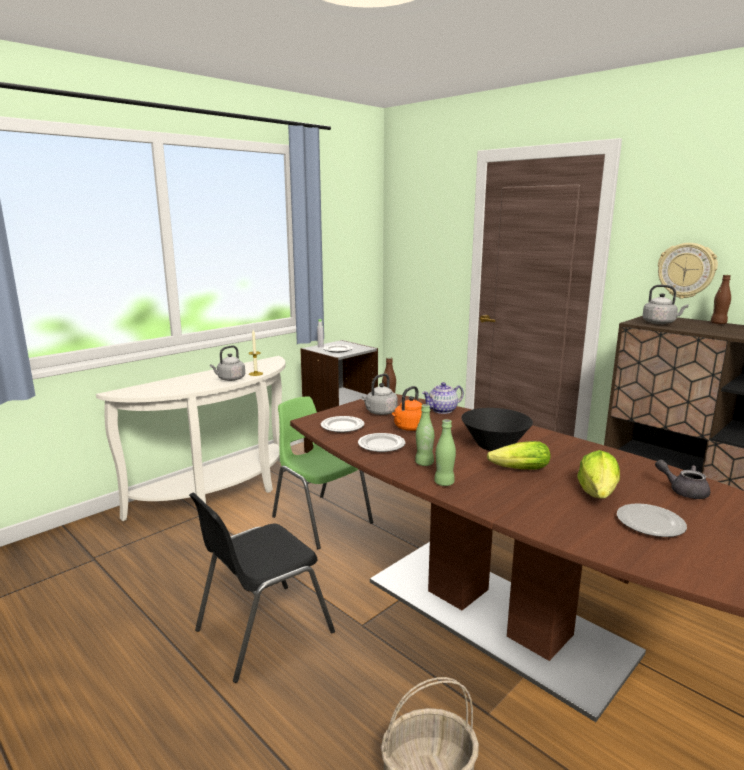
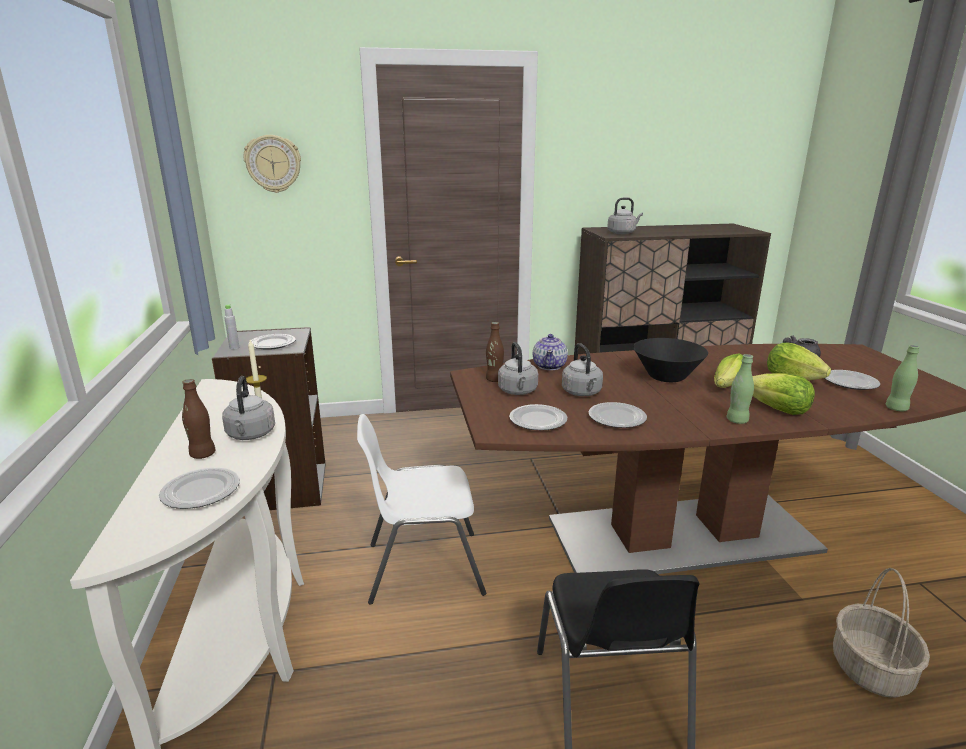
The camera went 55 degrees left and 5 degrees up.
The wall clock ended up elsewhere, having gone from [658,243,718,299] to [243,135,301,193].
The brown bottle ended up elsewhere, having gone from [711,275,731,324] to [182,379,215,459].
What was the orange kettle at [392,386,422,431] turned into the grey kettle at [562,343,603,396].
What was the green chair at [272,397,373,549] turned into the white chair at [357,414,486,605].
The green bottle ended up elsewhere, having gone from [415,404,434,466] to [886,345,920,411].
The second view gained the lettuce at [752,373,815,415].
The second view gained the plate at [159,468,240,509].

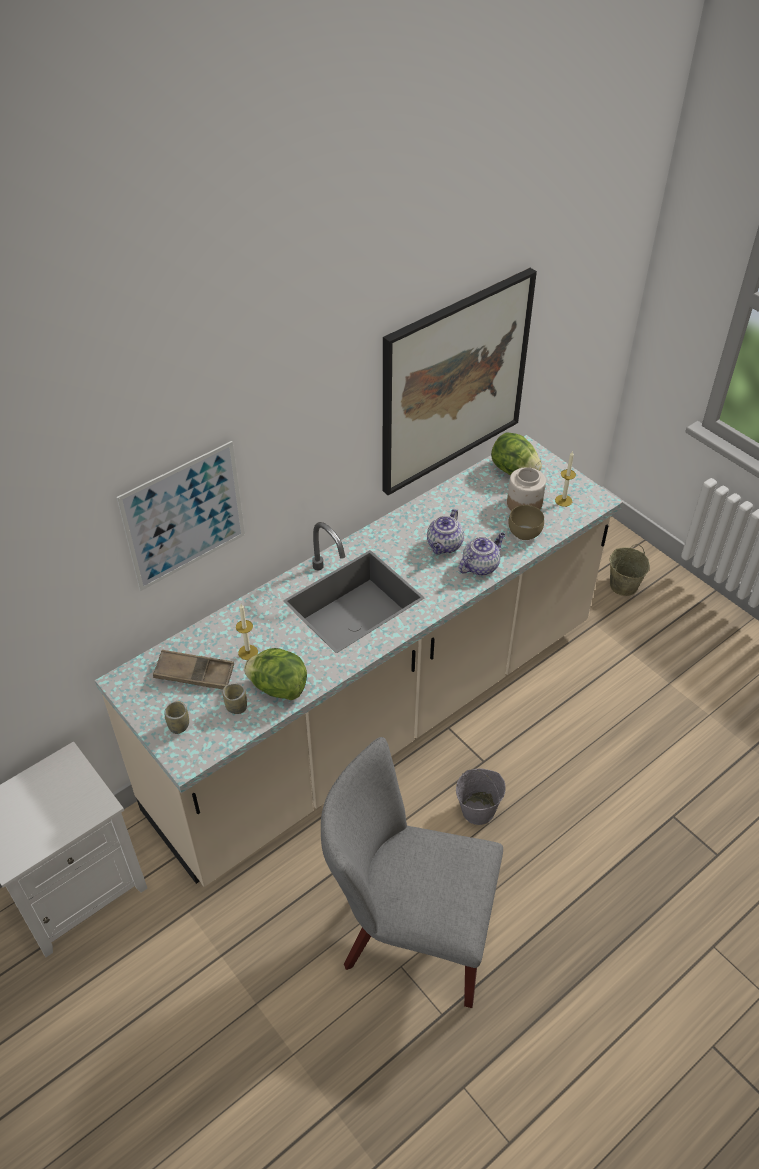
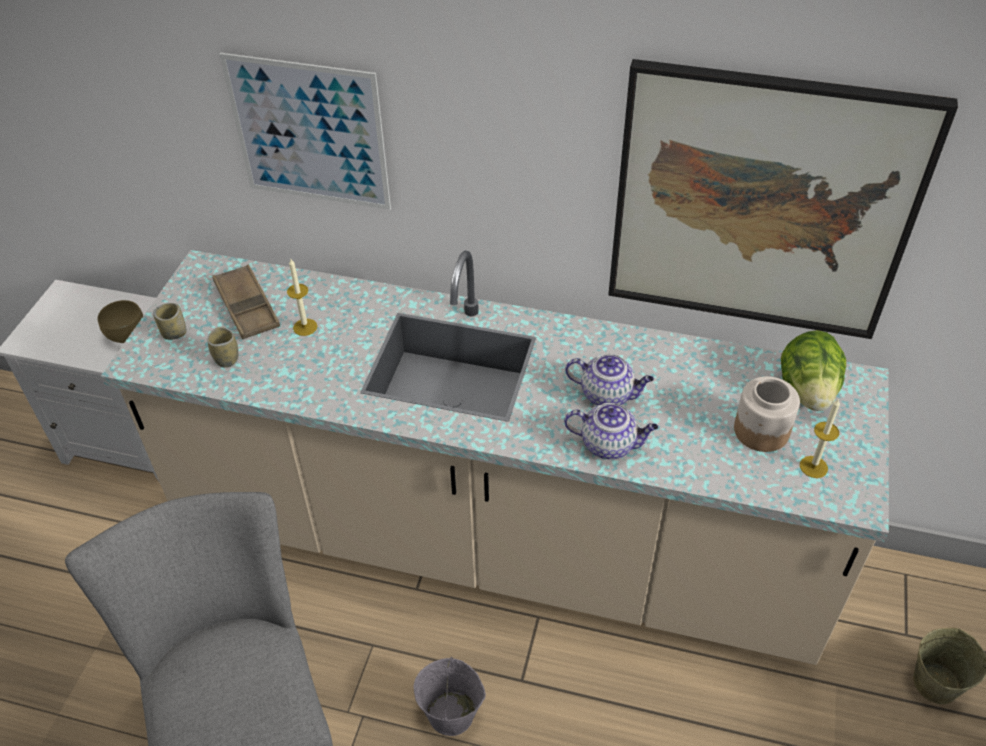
The camera went 55 degrees right and 0 degrees up.
The brown bowl ended up elsewhere, having gone from [508,505,544,540] to [97,300,143,343].
The teapot at [427,509,464,555] ended up facing another way, 150 degrees counterclockwise from before.
The second view lost the lettuce at [244,648,307,700].

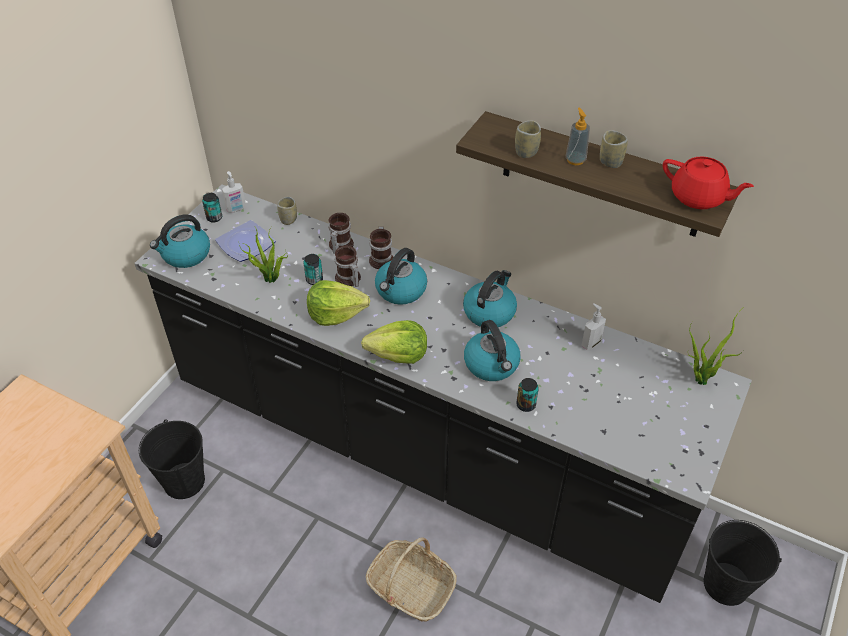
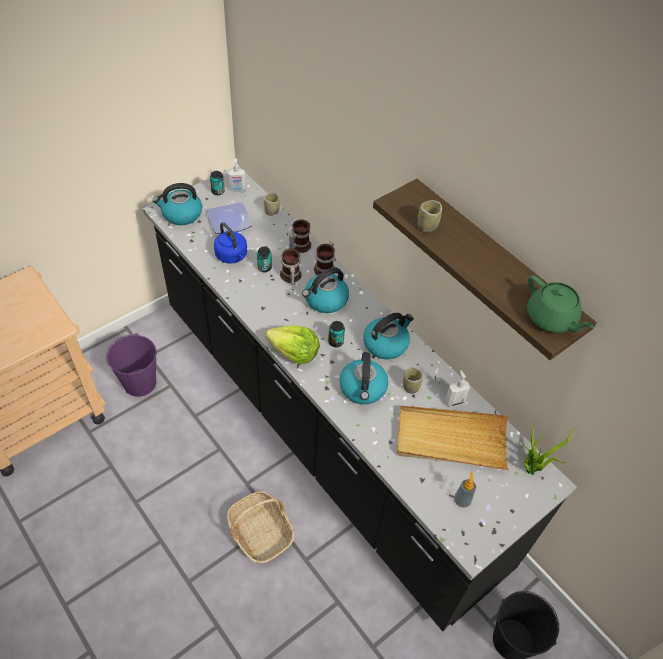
The camera went 20 degrees right and 5 degrees up.
The soap dispenser ended up elsewhere, having gone from [566,108,590,165] to [454,472,476,507].
The cup ended up elsewhere, having gone from [600,130,628,168] to [403,367,423,394].
What was the red teapot at [663,157,754,209] turned into the green teapot at [527,275,594,333].
Where the potted plant stood at [239,227,288,283], the blue kettle came to stand at [214,222,247,264].
The second view lost the lettuce at [307,280,370,326].
The can ended up elsewhere, having gone from [516,378,539,412] to [328,321,345,347].
What was the black bucket at [139,419,205,499] turned into the purple bucket at [106,333,157,397].
The second view gained the beige tray at [396,406,509,470].

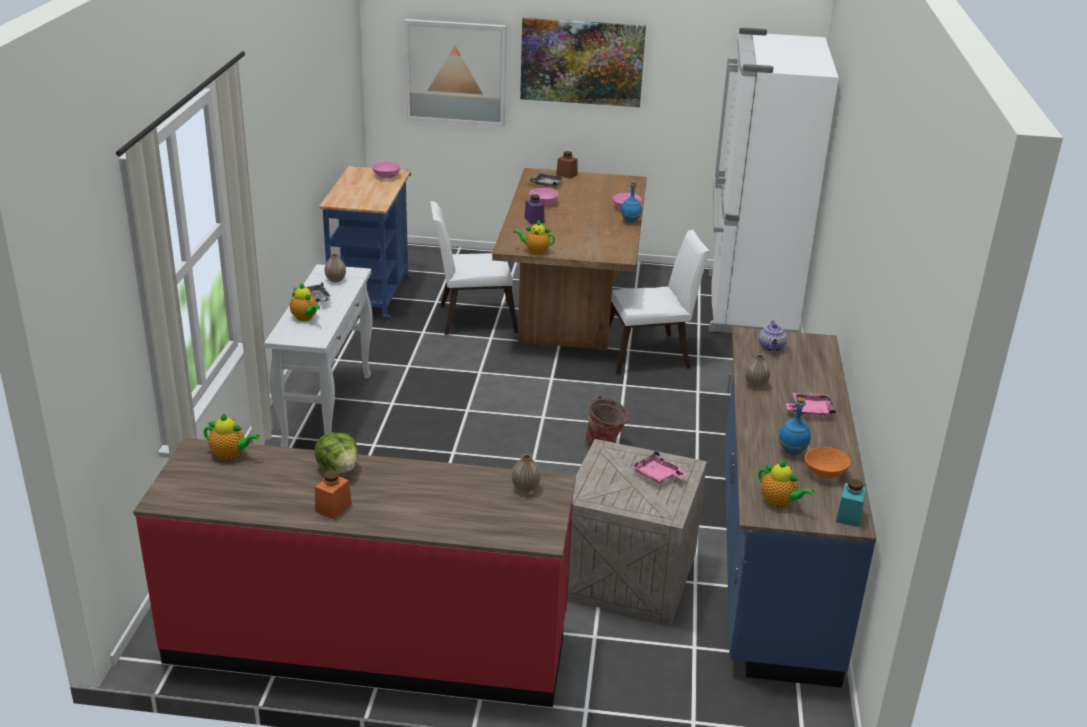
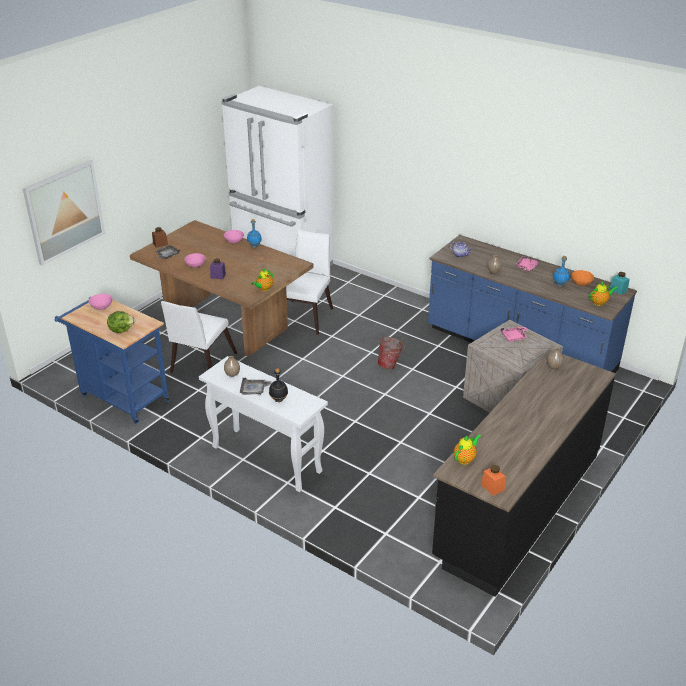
The camera went 60 degrees left and 5 degrees up.
The second view lost the picture at [520,18,646,107].
Where the teapot stood at [290,283,320,321], the black bottle came to stand at [269,368,288,402].
The lettuce ended up elsewhere, having gone from [315,432,359,474] to [107,311,135,333].
What was the red counter at [133,438,576,707] turned into the black counter at [432,349,616,597].
The orange jar ended up elsewhere, having gone from [315,470,352,519] to [481,465,506,496].

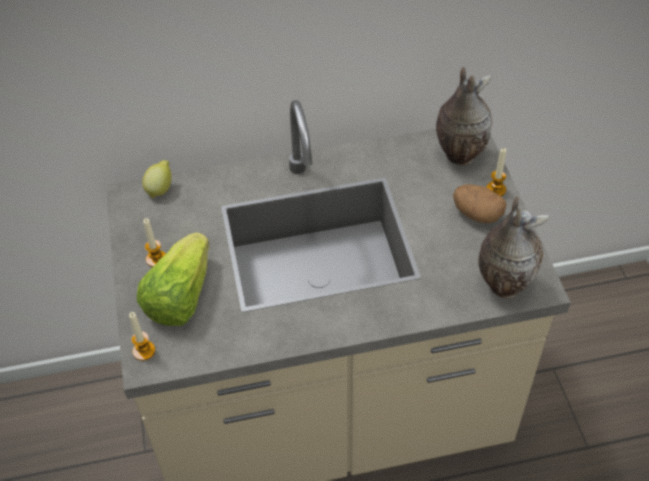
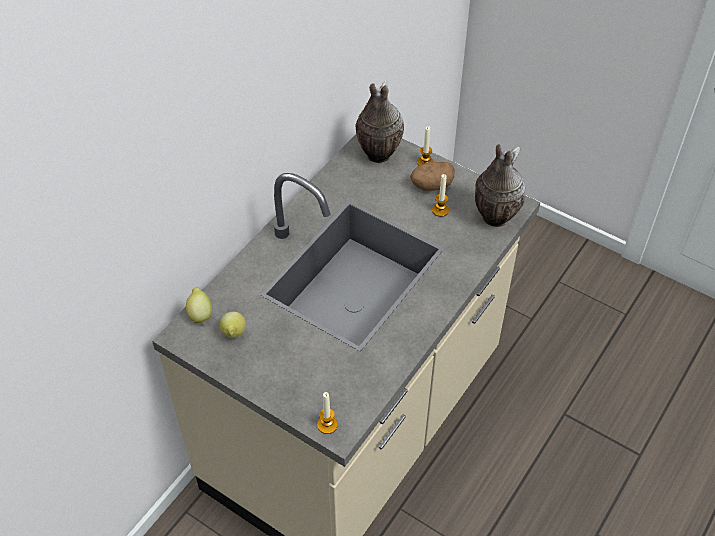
The camera went 45 degrees left and 0 degrees up.
The candle ended up elsewhere, having gone from [143,218,165,267] to [432,174,449,217].
The second view lost the lettuce at [137,232,209,326].
The second view gained the lemon at [220,312,246,338].

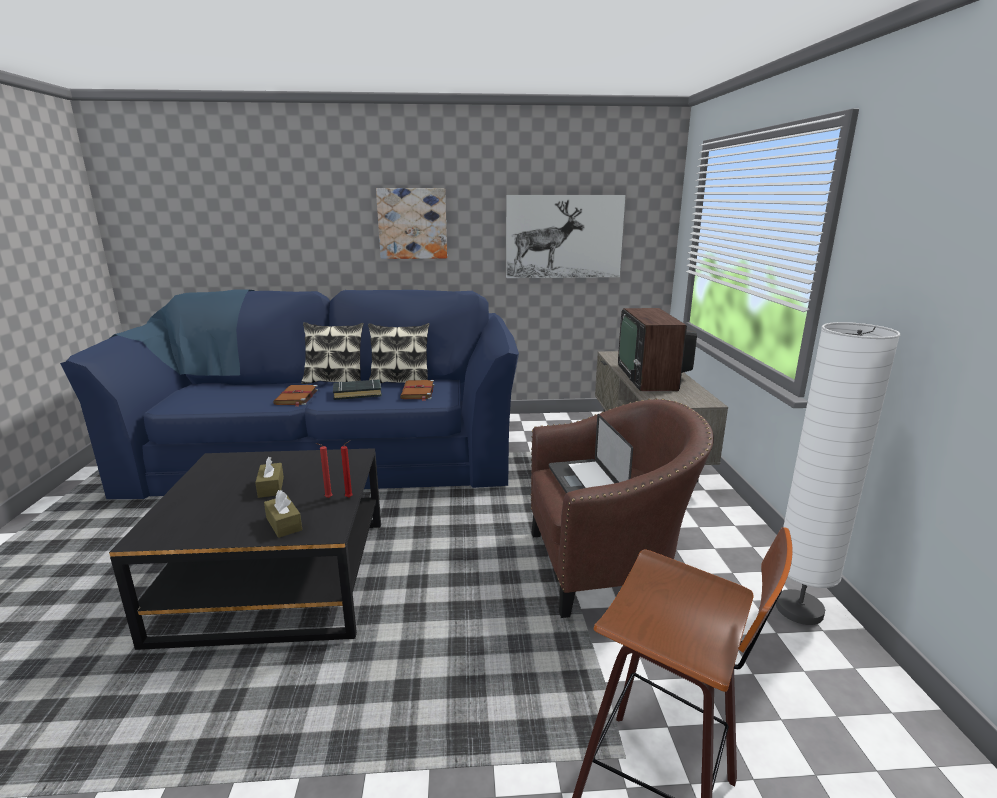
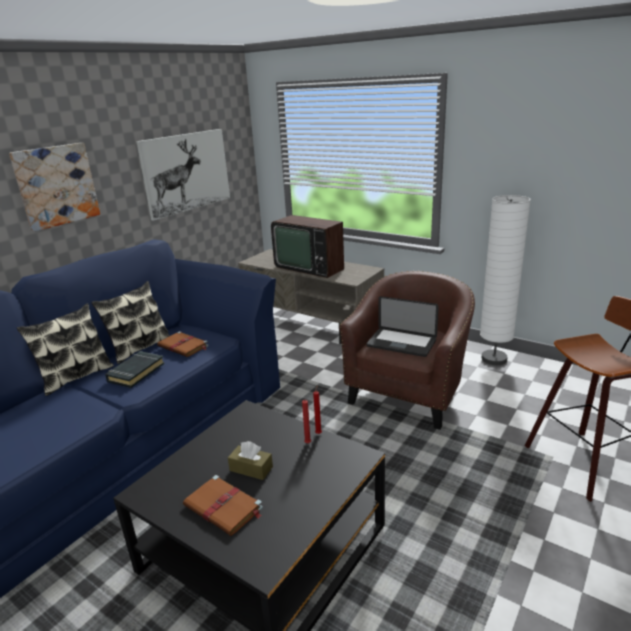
The camera went 50 degrees left and 5 degrees up.
The brown book ended up elsewhere, having gone from [273,385,318,406] to [183,475,263,536].
The second view lost the brown tissue box at [264,490,302,538].

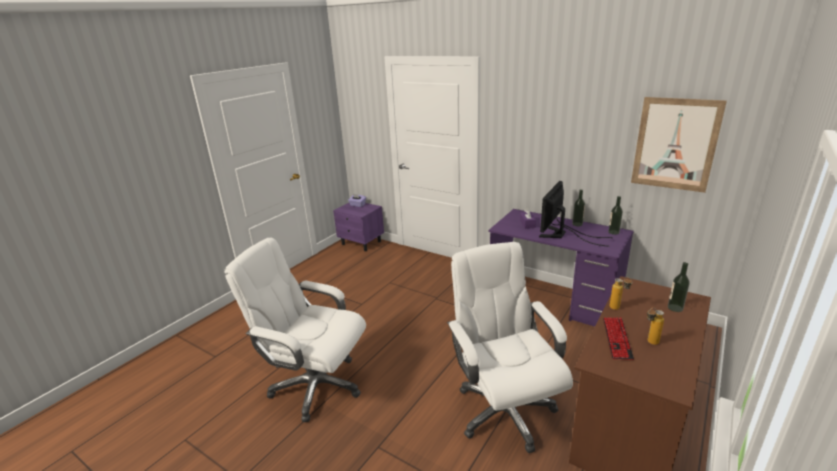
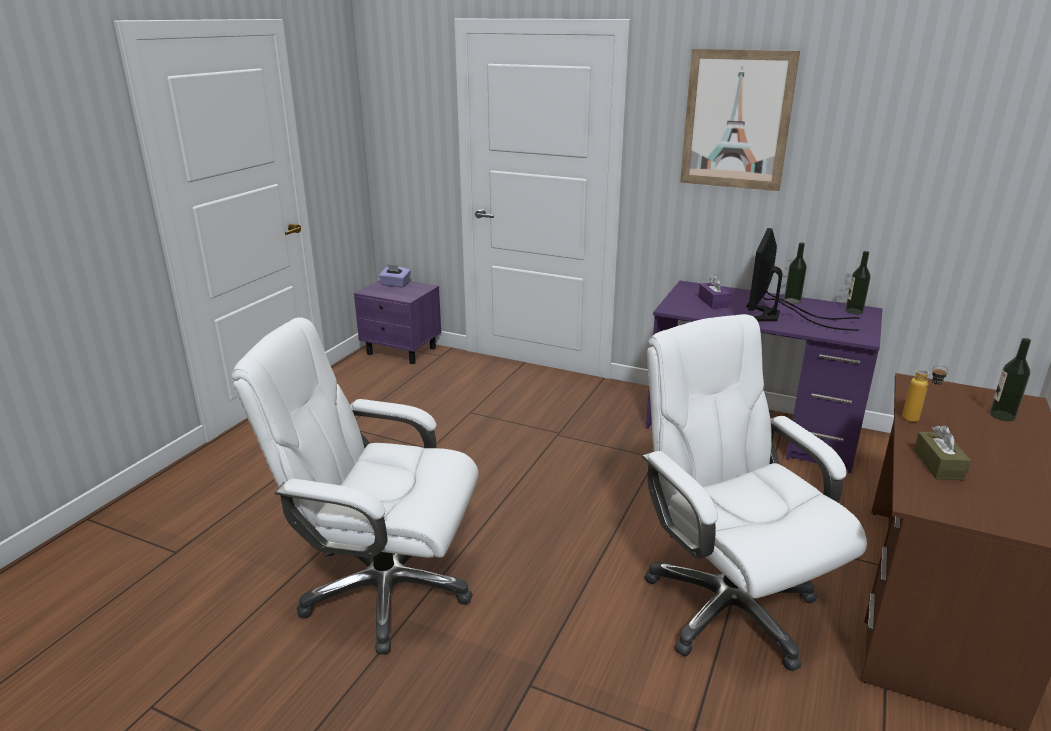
The camera went 10 degrees left and 0 degrees up.
The picture ended up elsewhere, having gone from [631,97,727,193] to [680,49,800,191].
The second view lost the bottle at [647,308,664,345].
Where the keyboard stood at [603,317,634,360], the brown tissue box came to stand at [914,425,971,480].

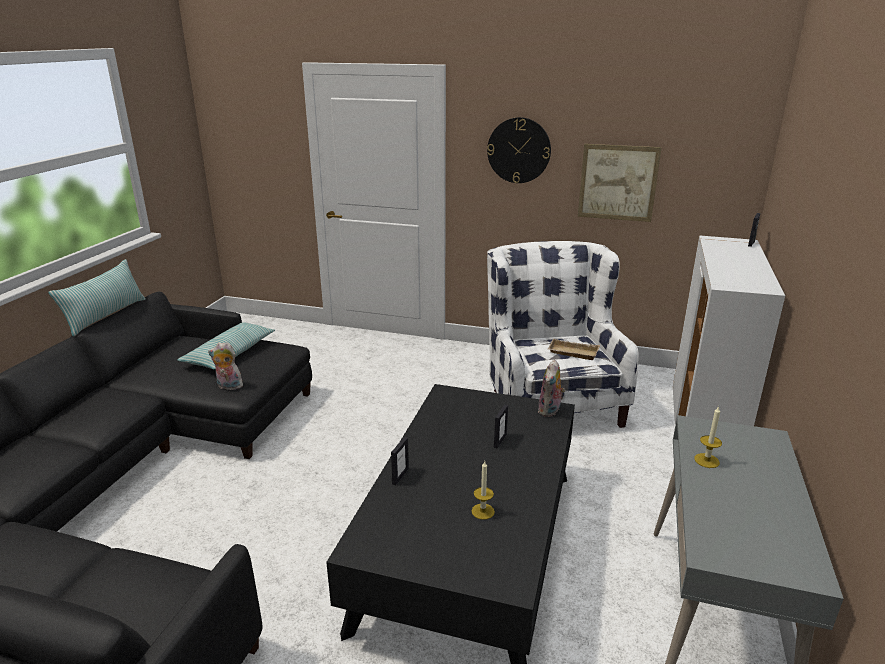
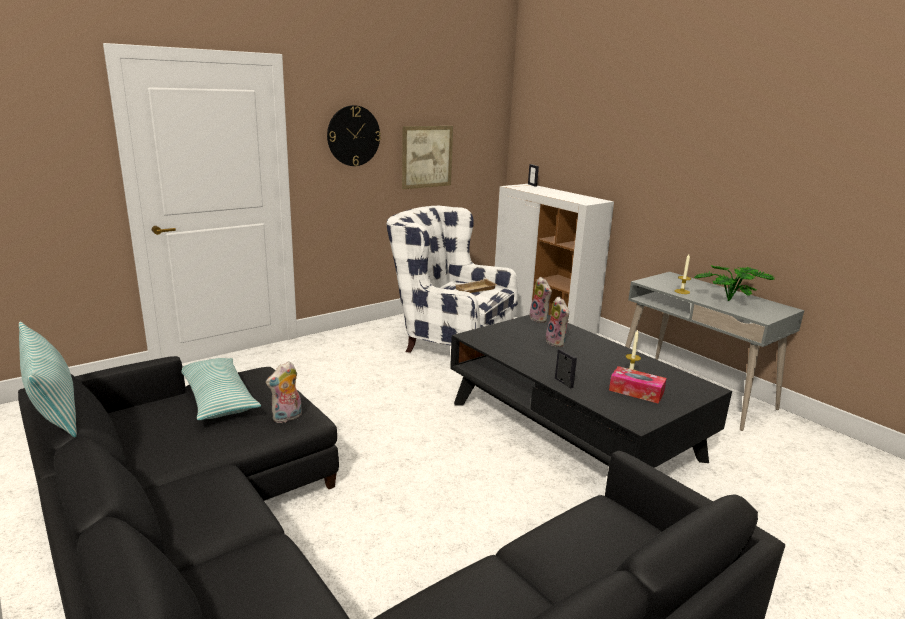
The camera went 55 degrees left and 5 degrees down.
Where the picture frame stood at [494,405,508,449], the plush toy came to stand at [546,296,569,347].
The second view gained the potted plant at [694,265,775,301].
The second view gained the tissue box at [609,366,667,404].

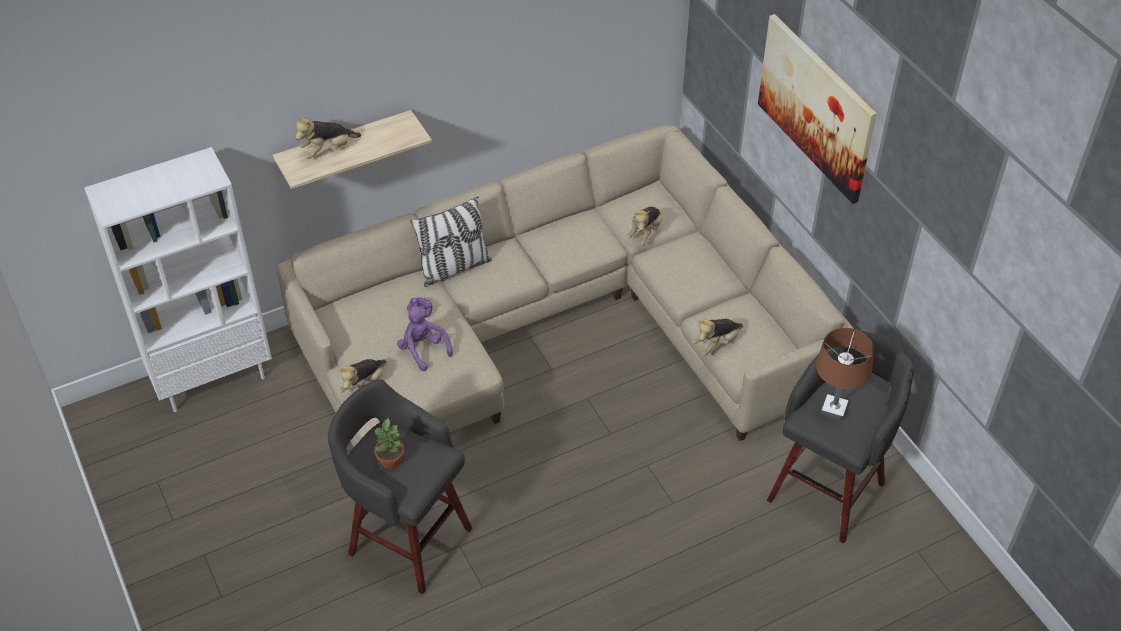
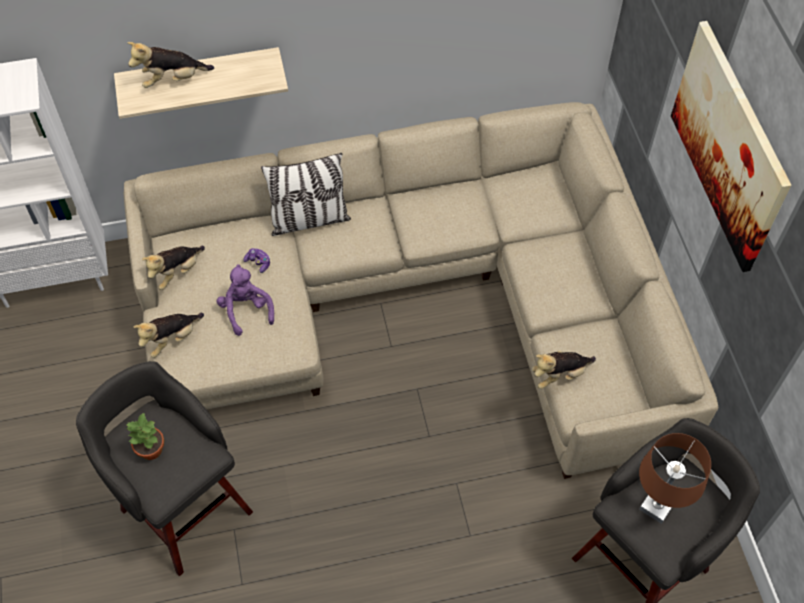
The camera went 15 degrees right and 10 degrees up.
The plush toy ended up elsewhere, having gone from [626,207,662,245] to [142,246,205,290].

